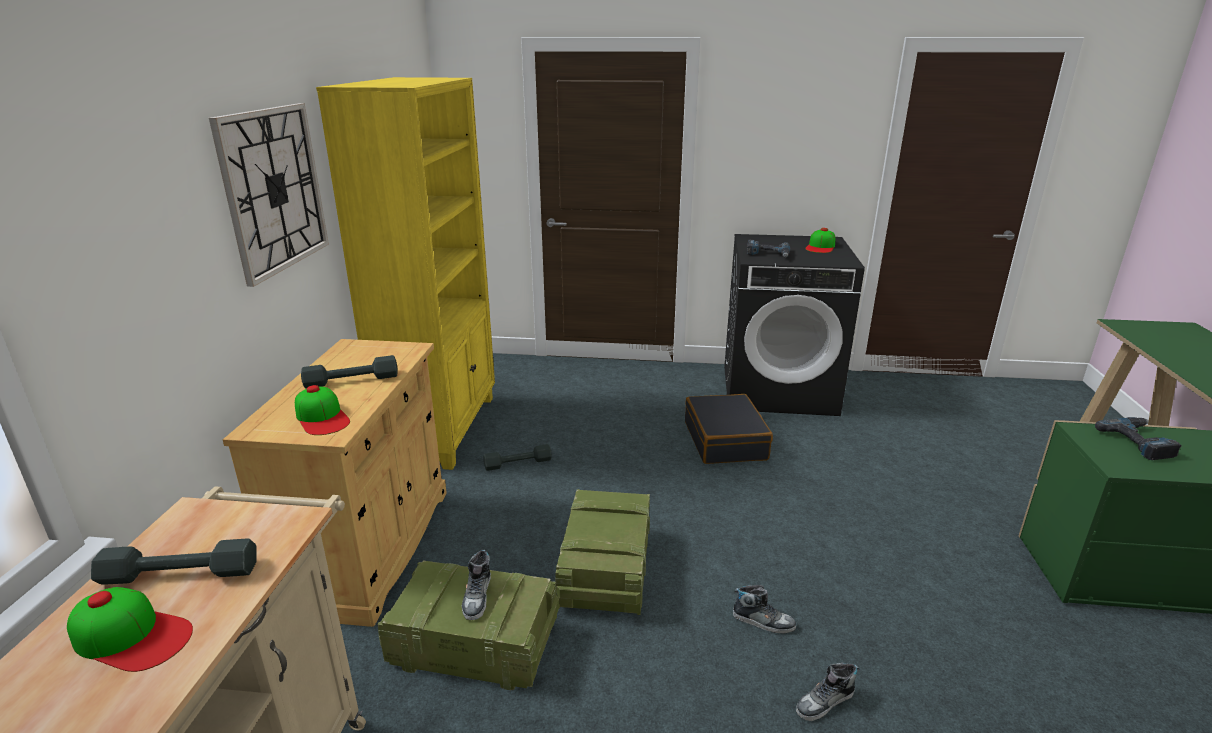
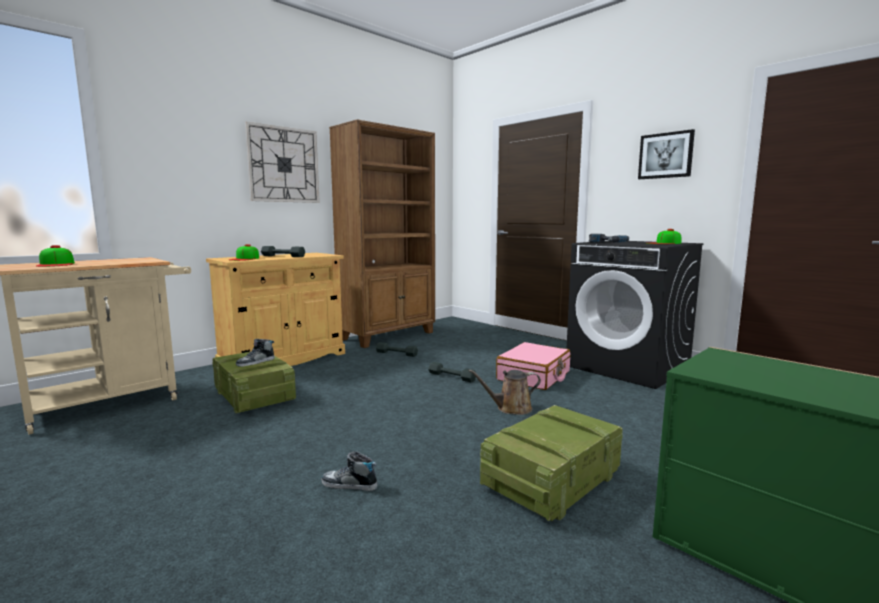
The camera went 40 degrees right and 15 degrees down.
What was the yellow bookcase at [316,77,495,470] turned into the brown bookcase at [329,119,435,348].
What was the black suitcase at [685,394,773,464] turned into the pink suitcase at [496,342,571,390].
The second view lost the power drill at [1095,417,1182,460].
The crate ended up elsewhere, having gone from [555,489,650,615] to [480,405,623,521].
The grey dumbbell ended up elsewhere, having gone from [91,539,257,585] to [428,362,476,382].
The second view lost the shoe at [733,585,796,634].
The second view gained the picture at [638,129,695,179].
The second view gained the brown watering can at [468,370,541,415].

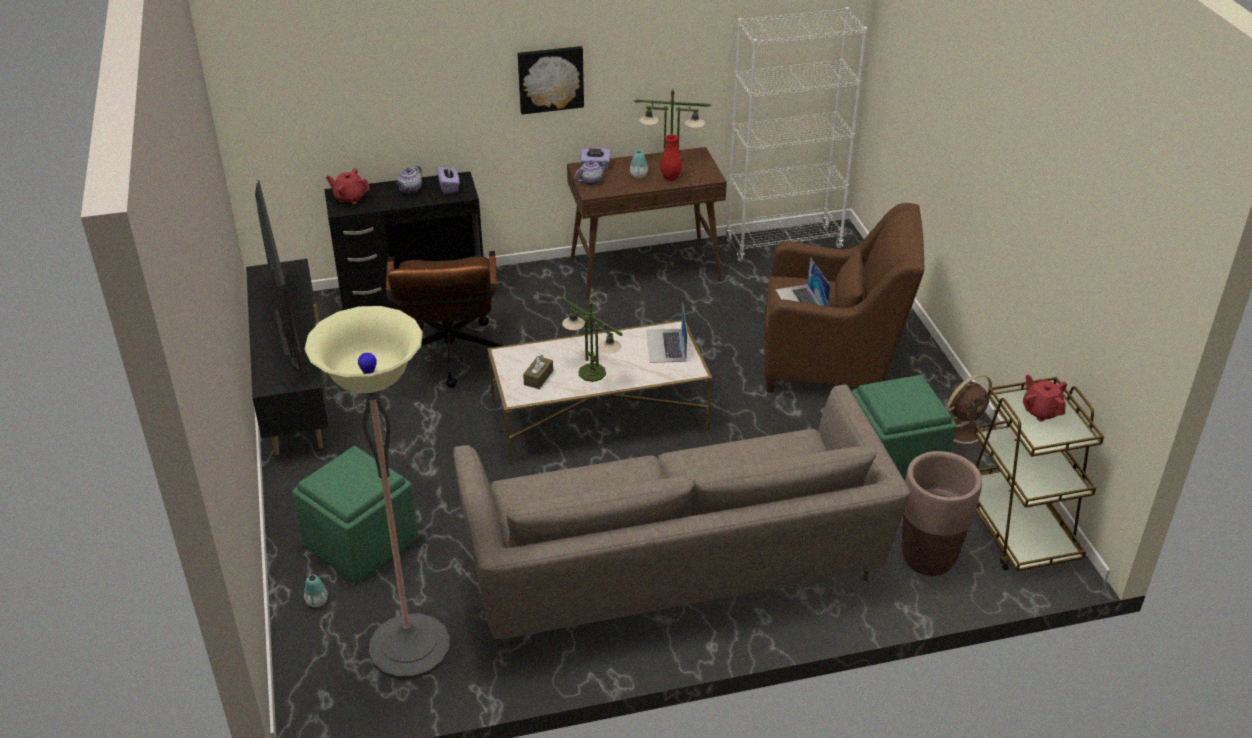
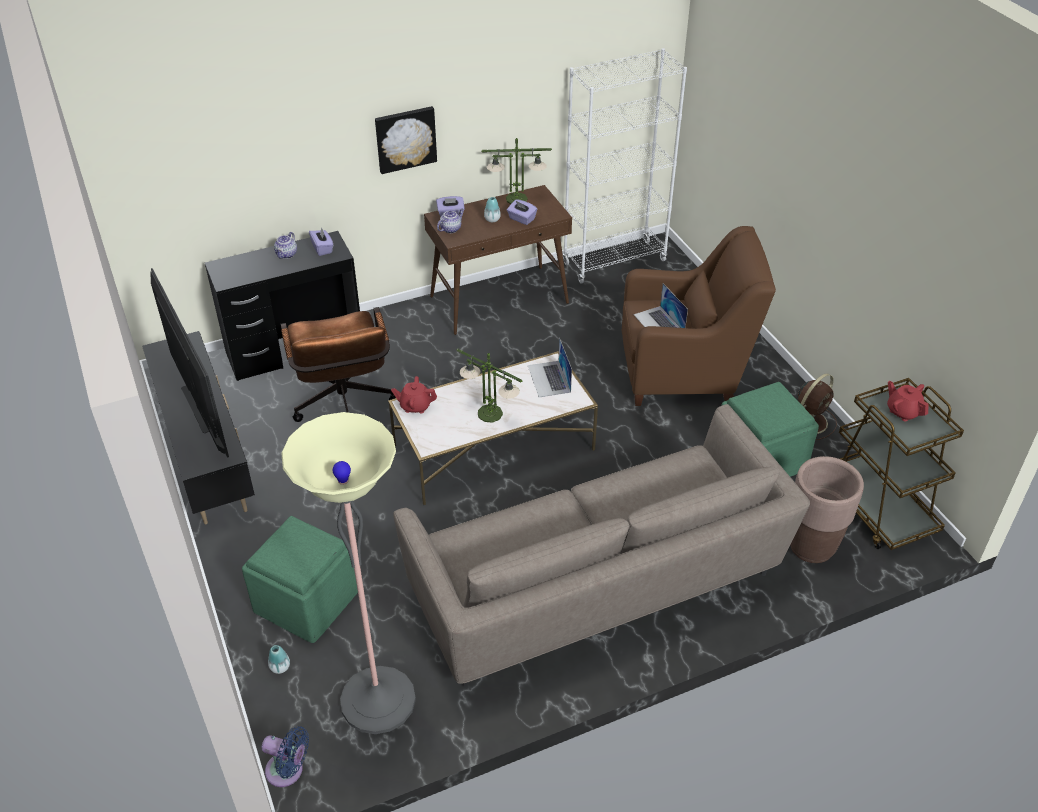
The camera went 10 degrees left and 5 degrees up.
Where the red vase stood at [660,134,682,181], the purple tissue box came to stand at [507,200,537,225].
The red teapot ended up elsewhere, having gone from [326,168,370,204] to [391,376,437,414].
The second view lost the brown tissue box at [523,355,553,389].
The second view gained the blue fan at [262,726,309,787].

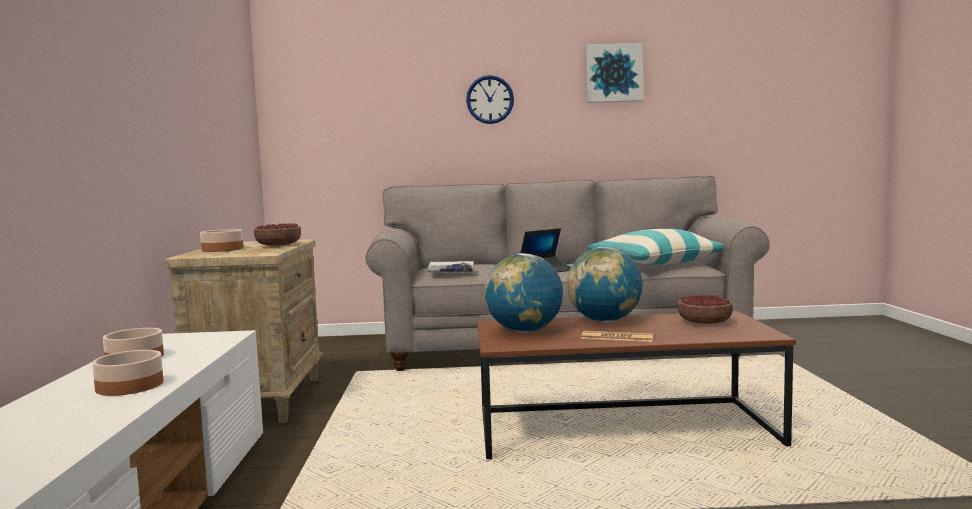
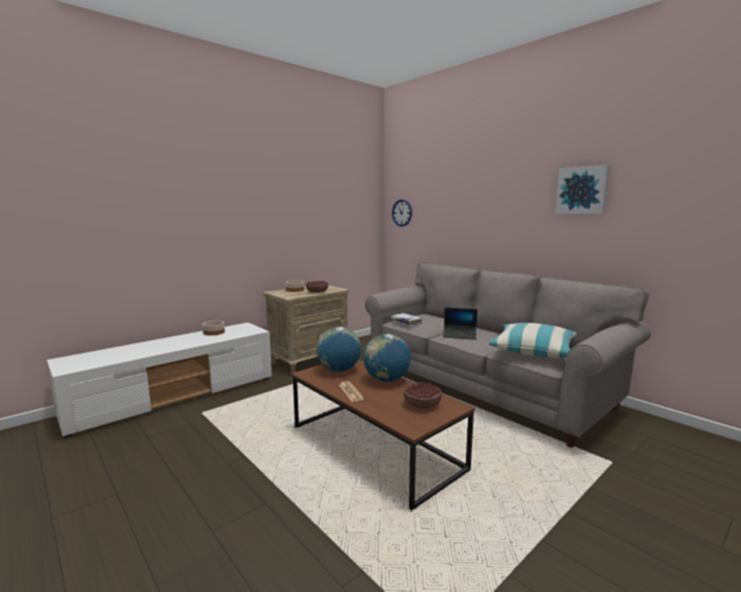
The camera went 50 degrees right and 5 degrees up.
The wall clock ended up elsewhere, having gone from [466,75,514,124] to [392,199,412,227].
The second view lost the bowl at [92,350,163,396].

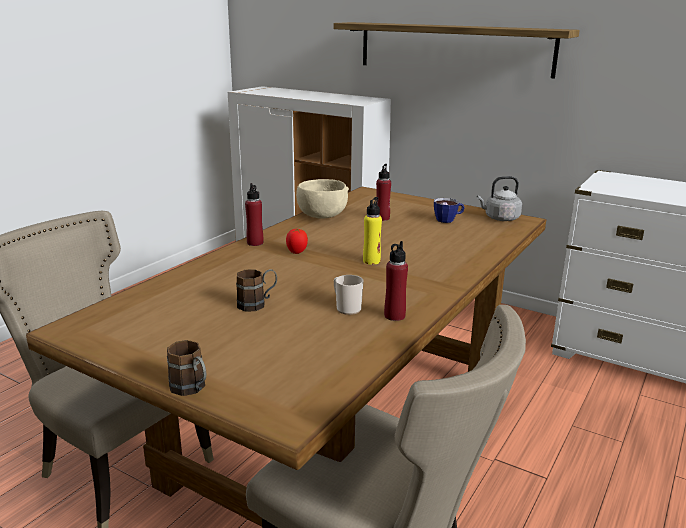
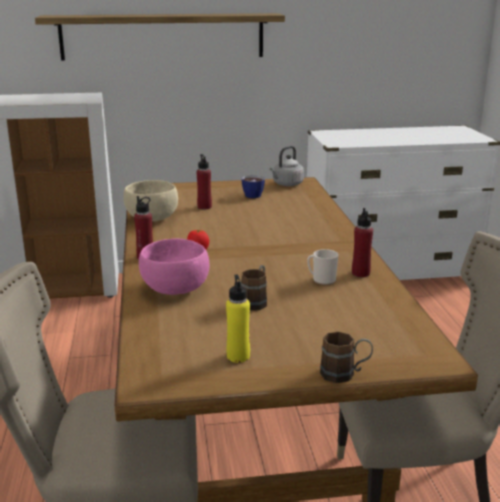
The camera went 40 degrees left and 0 degrees up.
The yellow bottle ended up elsewhere, having gone from [363,197,382,265] to [226,275,250,363].
The second view gained the pink bowl at [139,239,210,295].

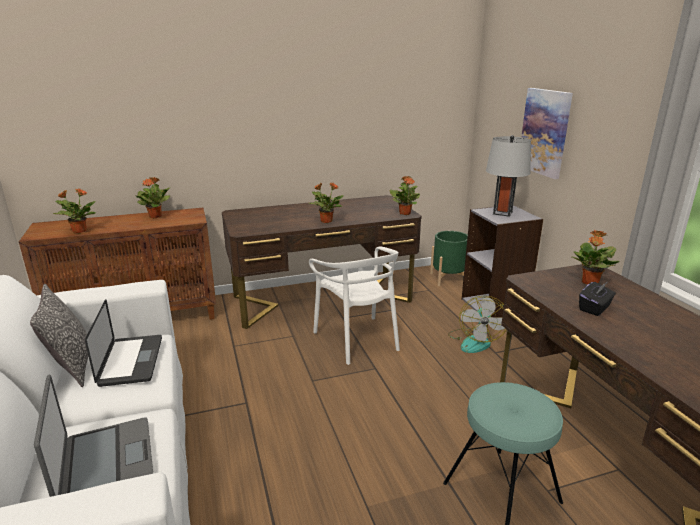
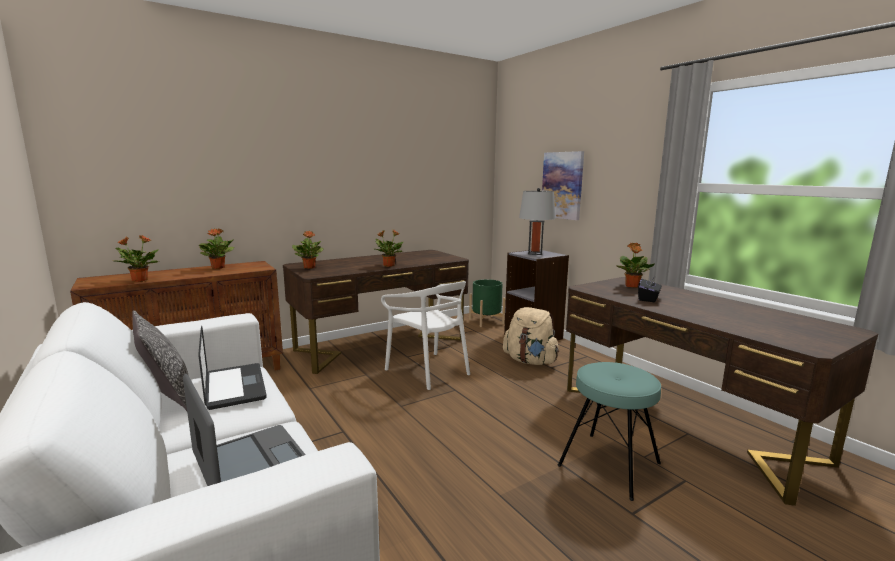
The camera went 15 degrees left and 10 degrees down.
The potted plant ended up elsewhere, having gone from [390,176,420,215] to [292,231,324,269].
Where the fan stood at [448,296,507,353], the beige backpack came to stand at [503,307,559,365].

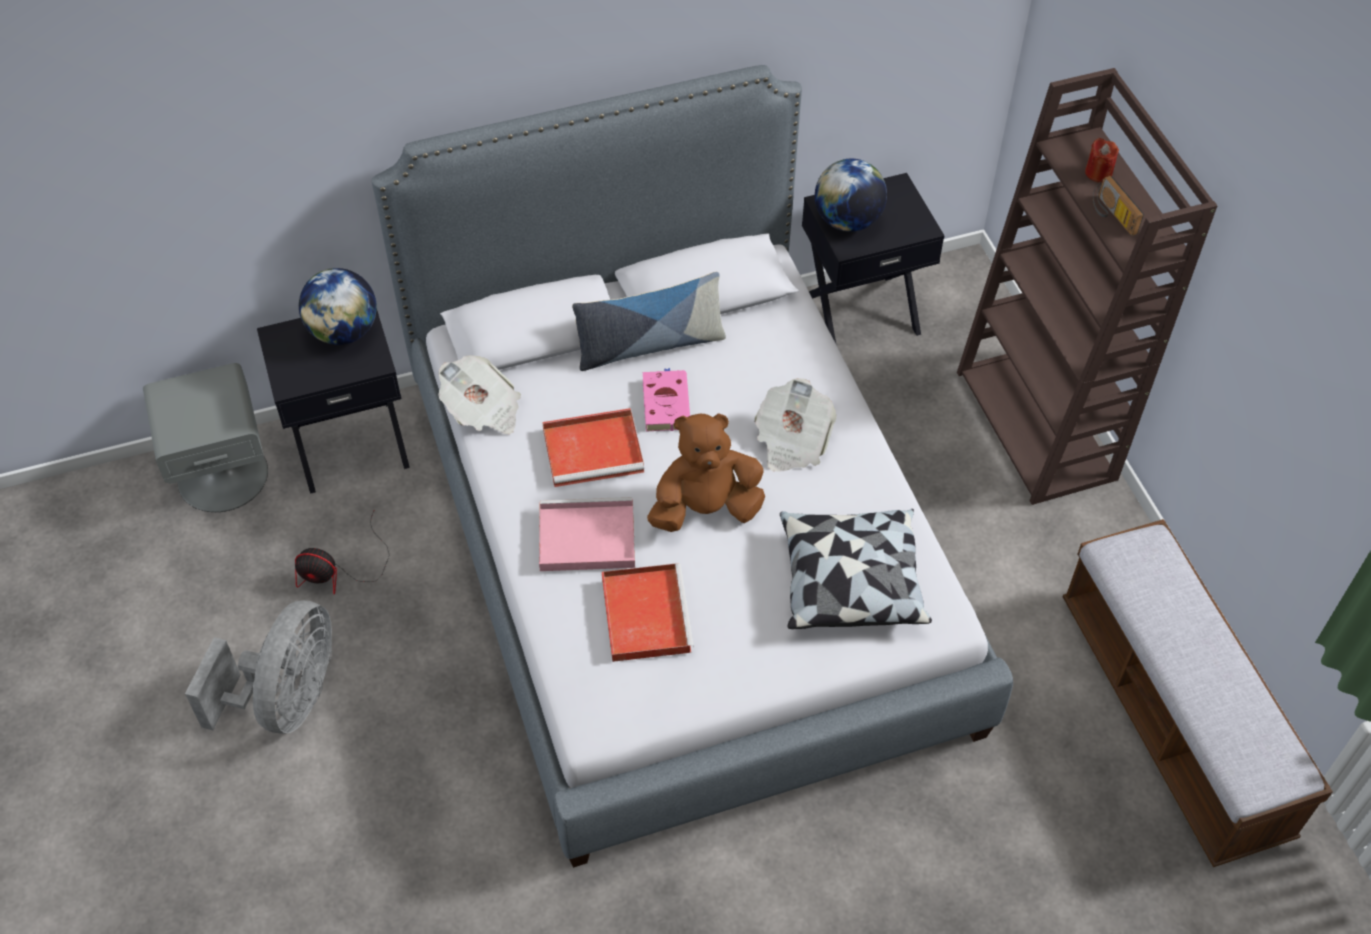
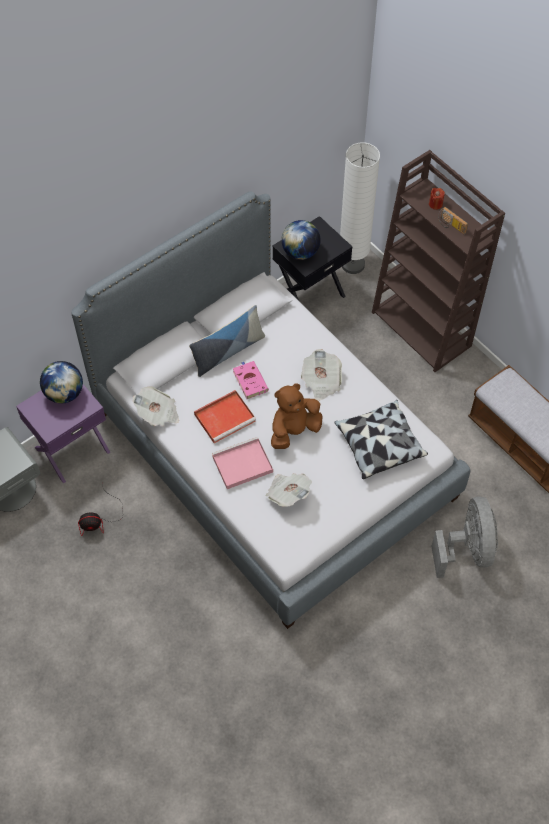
The camera went 20 degrees left and 5 degrees up.
What was the black nightstand at [257,310,410,494] turned into the purple nightstand at [16,384,110,483].
Where the red tray stood at [602,563,694,662], the newspaper came to stand at [265,473,312,507].
The grey fan ended up elsewhere, having gone from [185,600,332,734] to [431,496,498,578].
The second view gained the white floor lamp at [340,142,380,274].

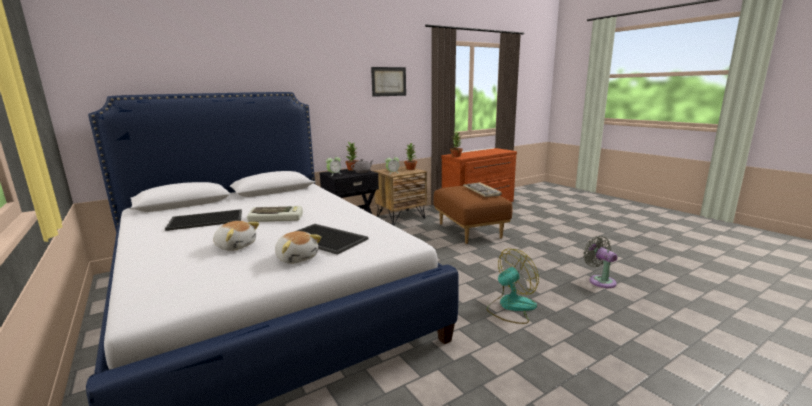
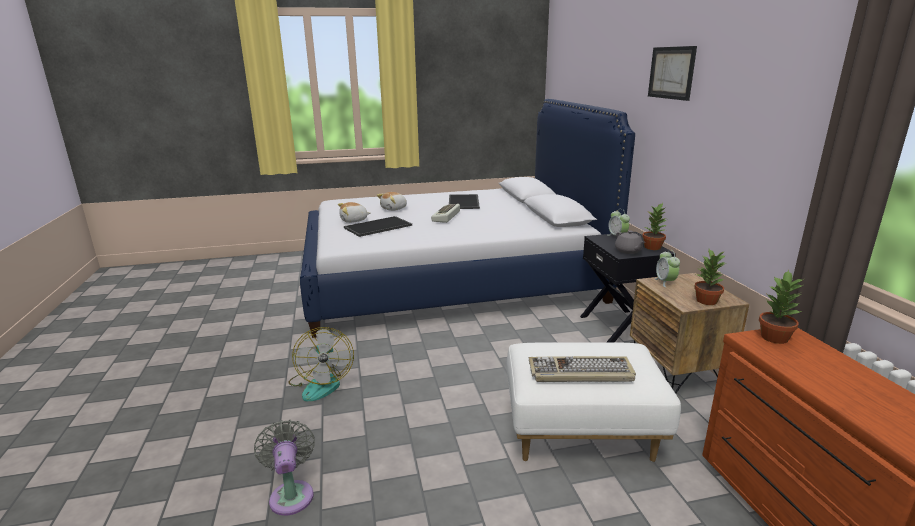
The camera went 110 degrees right and 5 degrees up.
The picture ended up elsewhere, having gone from [371,67,406,97] to [648,46,697,101].
What was the brown ottoman at [433,186,512,244] turned into the white ottoman at [506,342,681,462].
The grey fan at [583,236,618,288] ended up facing another way, 105 degrees counterclockwise from before.

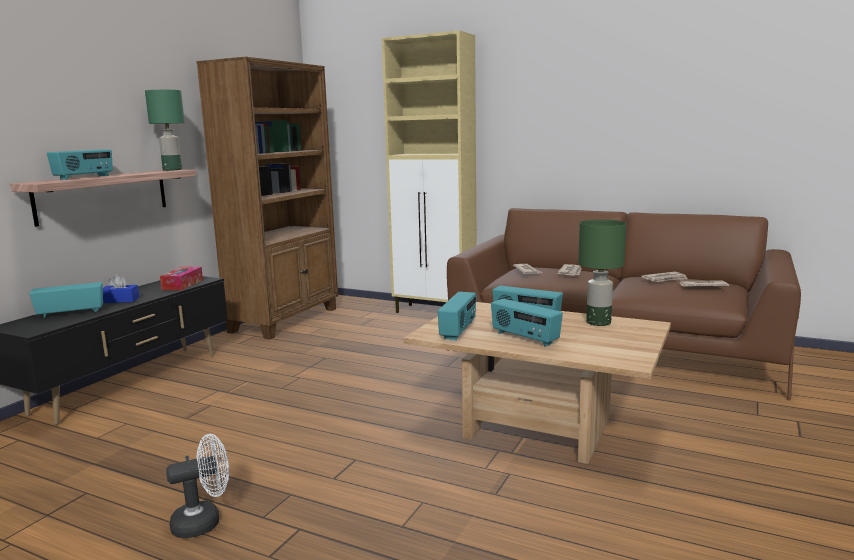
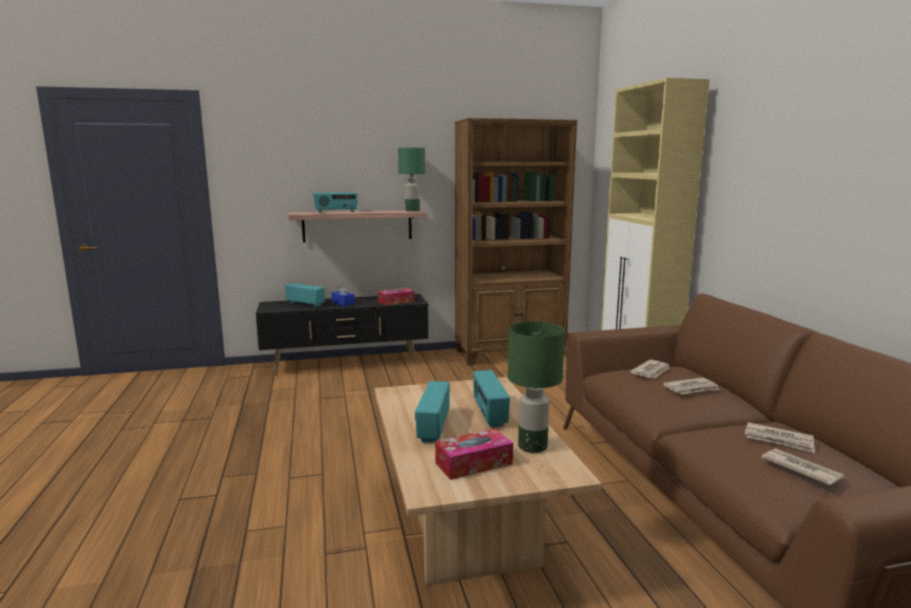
The camera went 50 degrees right and 0 degrees up.
The second view lost the radio at [438,292,476,340].
The second view lost the white fan at [166,434,229,538].
The second view gained the tissue box at [435,428,513,480].

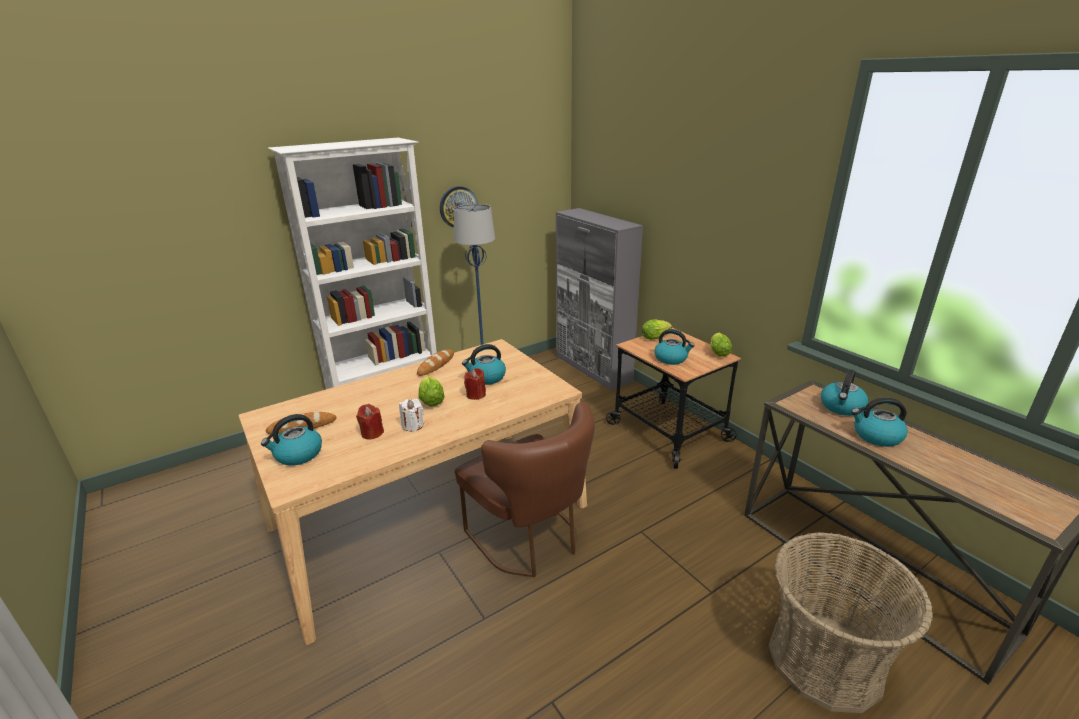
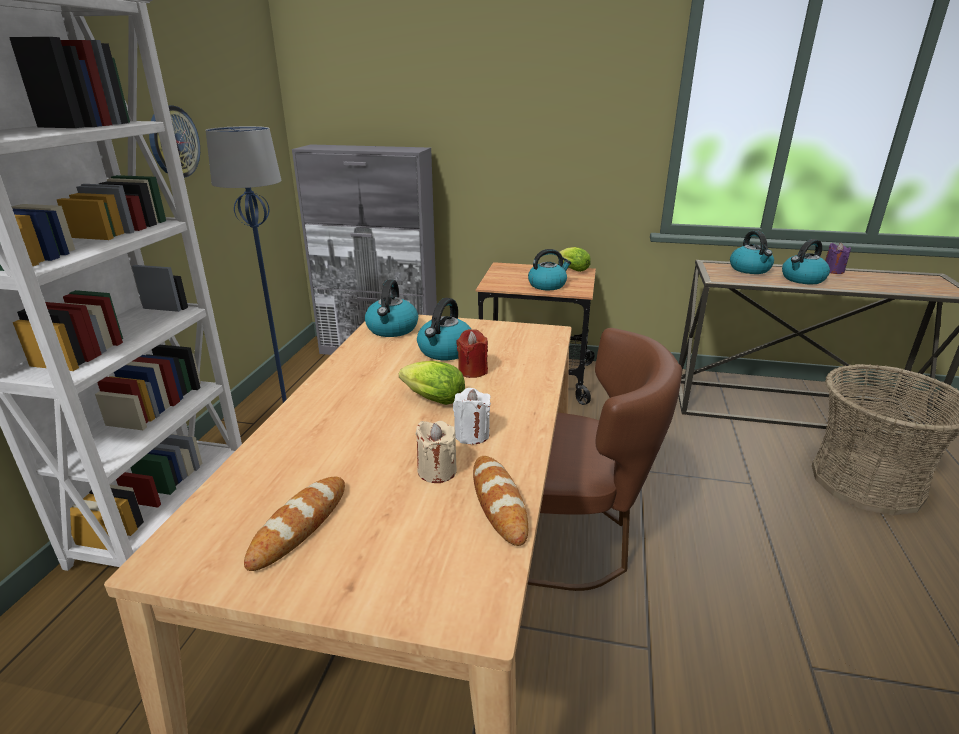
The camera went 45 degrees left and 0 degrees up.
The second view lost the lettuce at [642,319,672,340].
The bread ended up elsewhere, having gone from [417,350,454,376] to [473,456,528,546].
What was the red candle at [356,404,384,439] turned into the beige candle at [415,421,457,483].
The kettle ended up elsewhere, having gone from [261,414,322,466] to [365,279,418,337].
The second view gained the purple candle at [825,243,851,274].

